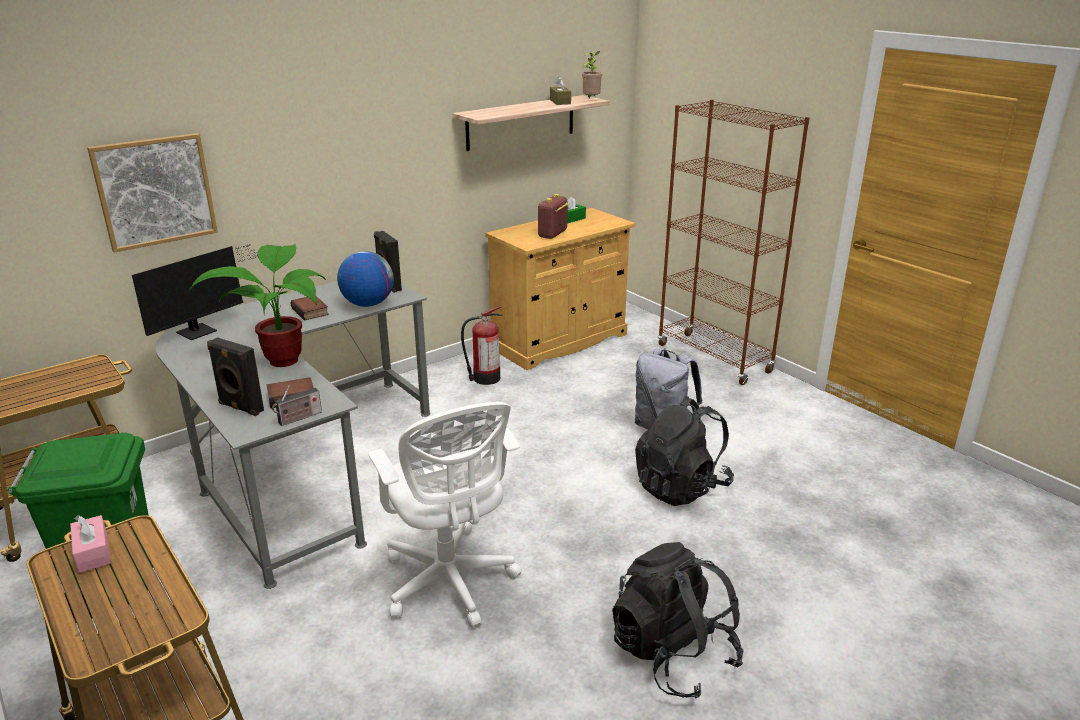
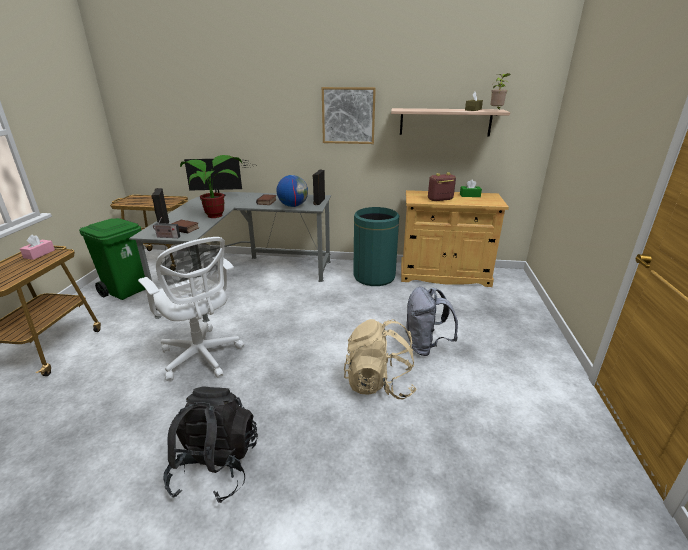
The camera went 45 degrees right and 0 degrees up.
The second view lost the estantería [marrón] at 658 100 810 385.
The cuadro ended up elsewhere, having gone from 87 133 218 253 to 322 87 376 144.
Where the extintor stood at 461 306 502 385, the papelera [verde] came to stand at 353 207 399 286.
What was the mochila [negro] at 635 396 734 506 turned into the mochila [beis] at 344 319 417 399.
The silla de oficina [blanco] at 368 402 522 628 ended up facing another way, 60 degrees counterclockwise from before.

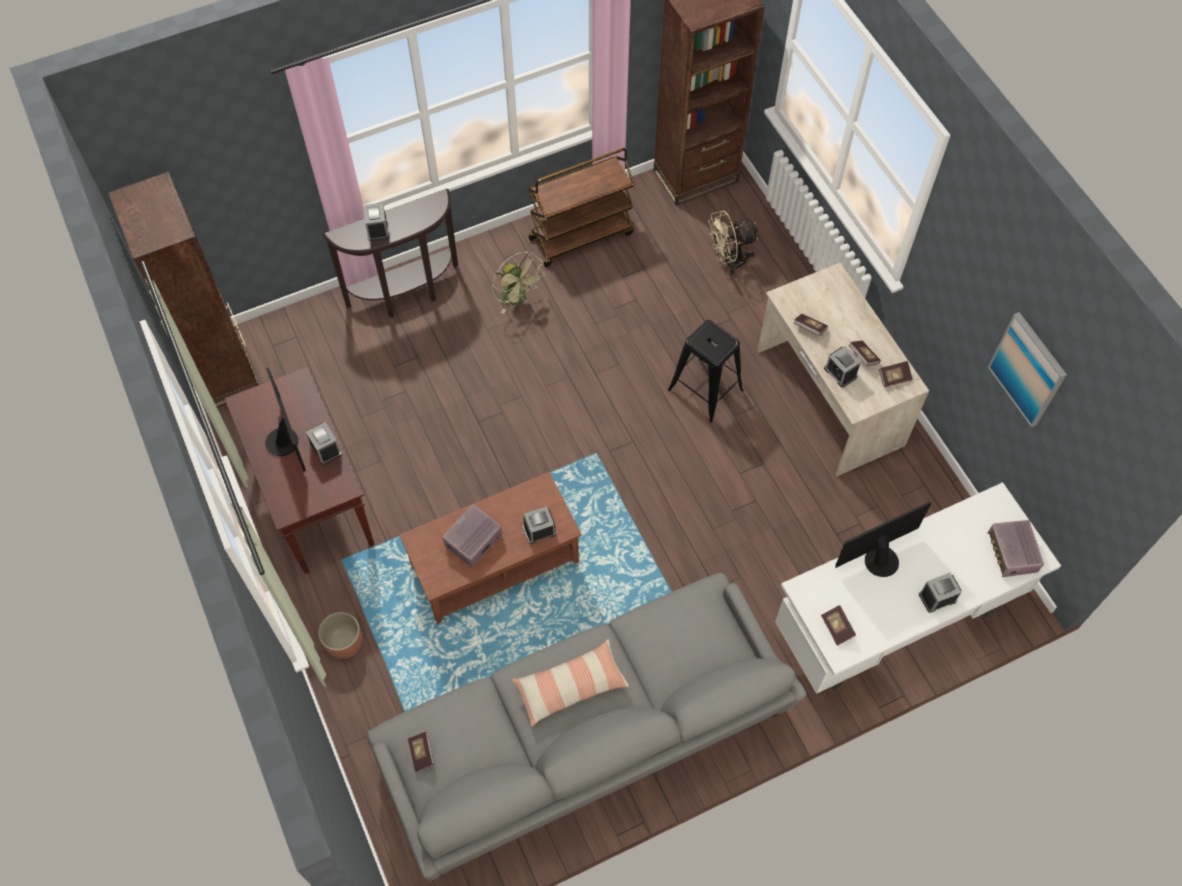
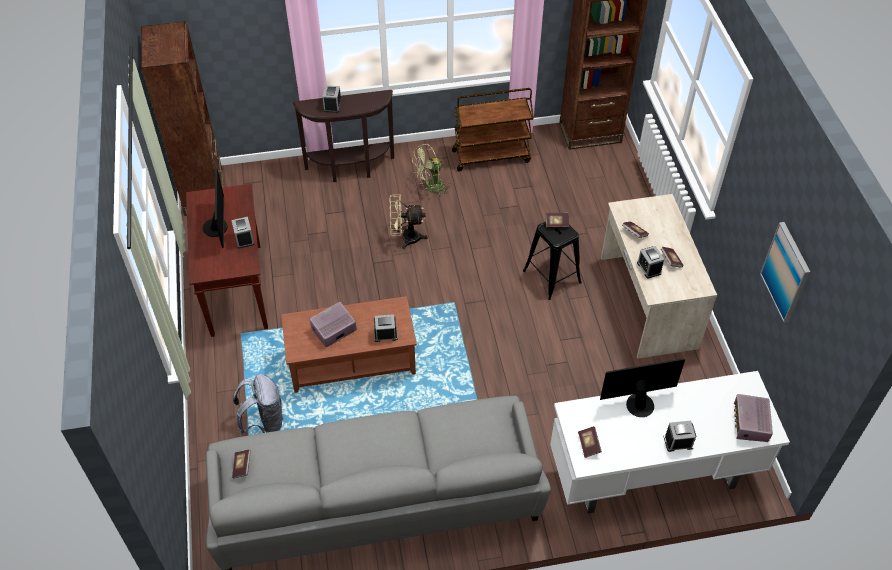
The camera went 15 degrees right and 10 degrees down.
The second view lost the maceta at 318 612 362 659.
The second view lost the cojín at 512 639 629 727.
The second view gained the mochila [gris] at 233 374 284 434.
The ventilador [beis] ended up elsewhere, having gone from 708 210 759 276 to 389 194 428 249.
The libro ended up elsewhere, having gone from 879 361 912 387 to 545 213 569 228.
The ventilador [verde] at 492 251 545 314 ended up facing another way, 90 degrees clockwise from before.

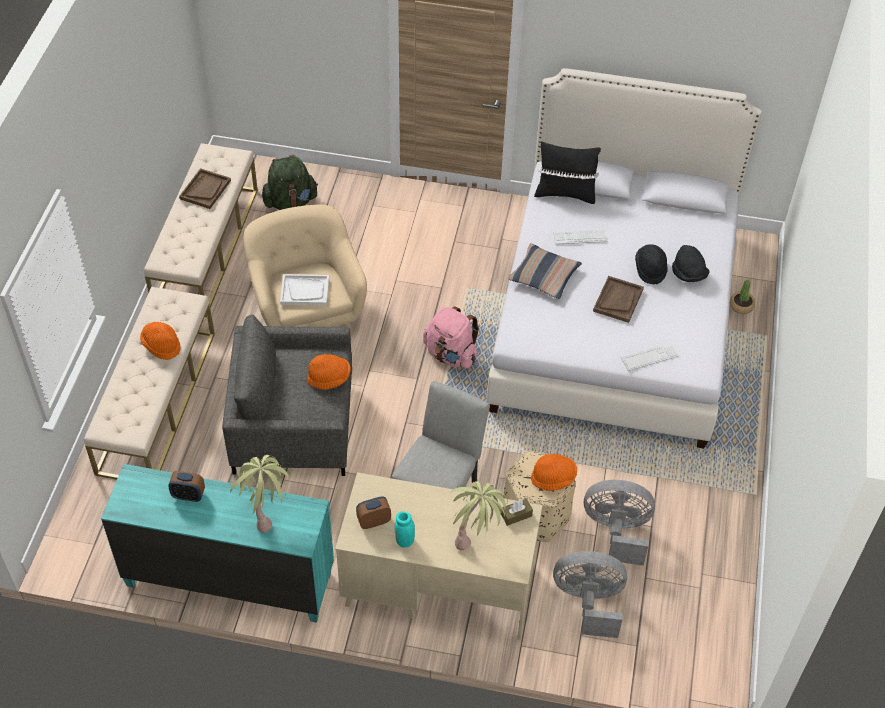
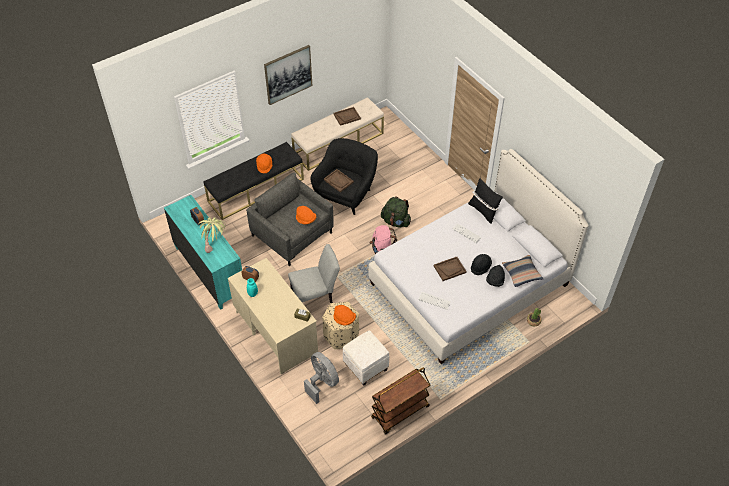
The camera went 45 degrees right and 0 degrees up.
The second view lost the planta en maceta at 451 481 508 550.
The second view gained the cuadro at 264 45 312 105.
The second view gained the carrito [marrón] at 371 367 431 435.
The mochila [verde] ended up elsewhere, having gone from 262 155 318 210 to 381 196 411 228.
The cojín ended up elsewhere, having gone from 508 243 582 299 to 502 255 543 287.
Where the ventilador [gris] stood at 584 480 655 566, the puf [blanco] came to stand at 343 330 389 385.
What was the banco [beis] at 84 287 215 480 turned into the banco [negro] at 204 142 304 220.
What was the sillón [beis] at 244 205 367 334 turned into the sillón [negro] at 311 138 378 215.
What was the bandeja [blanco] at 280 274 329 306 turned into the bandeja [marrón] at 324 169 354 192.

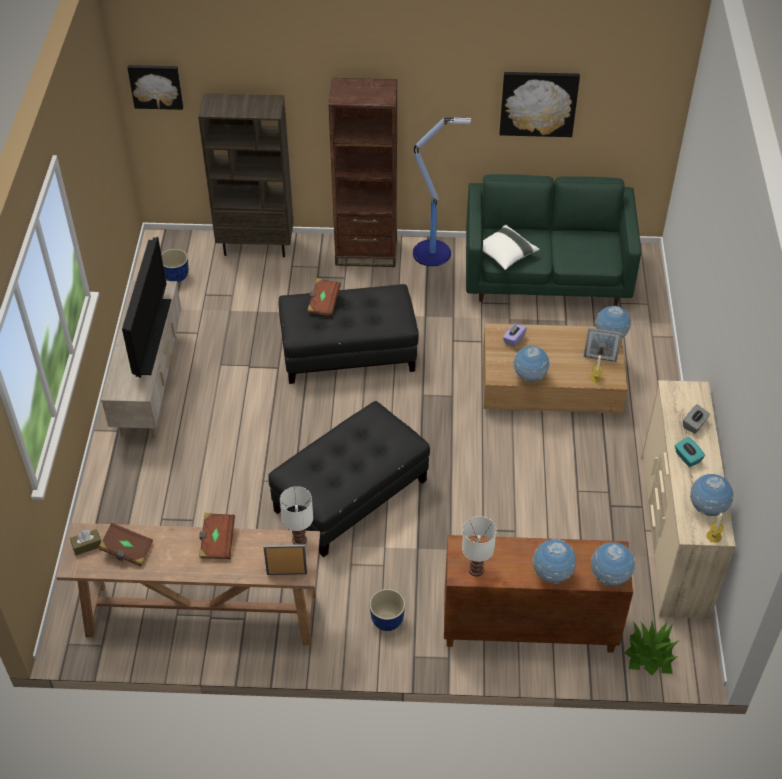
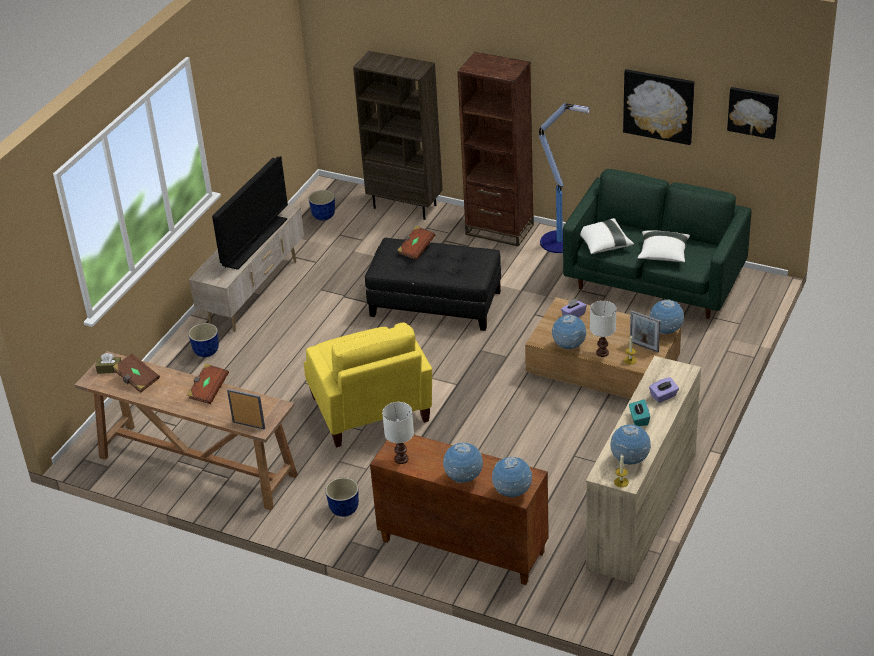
The camera went 25 degrees right and 10 degrees down.
The second view lost the planta en maceta at 624 620 678 675.
The second view gained the maceta at 188 323 219 357.
The second view gained the cojín [blanco] at 638 231 690 262.
The cuadro ended up elsewhere, having gone from 127 65 183 110 to 727 87 779 139.
The lámpara de mesa [blanco] ended up elsewhere, having gone from 280 486 313 545 to 590 301 616 357.
Where the puf [negro] stood at 268 401 430 557, the sillón [amarillo] came to stand at 304 322 432 448.
What was the caja de pañuelos [gris] at 683 404 710 434 turned into the caja de pañuelos [morado] at 649 377 679 403.

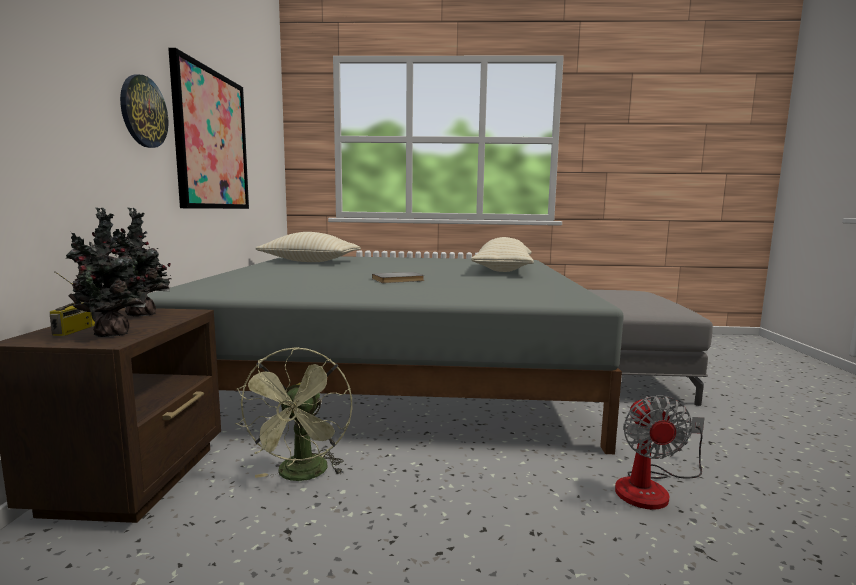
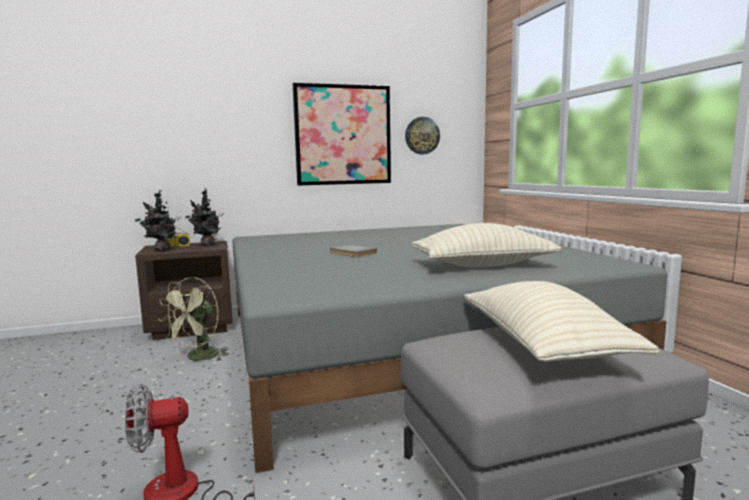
The camera went 70 degrees right and 0 degrees up.
The reloj de pared ended up elsewhere, having gone from 120 75 168 148 to 405 117 440 154.
The cojín [beis] ended up elsewhere, having gone from 255 232 361 262 to 464 281 660 362.
The ventilador [verde] at 235 347 352 481 ended up facing another way, 45 degrees counterclockwise from before.

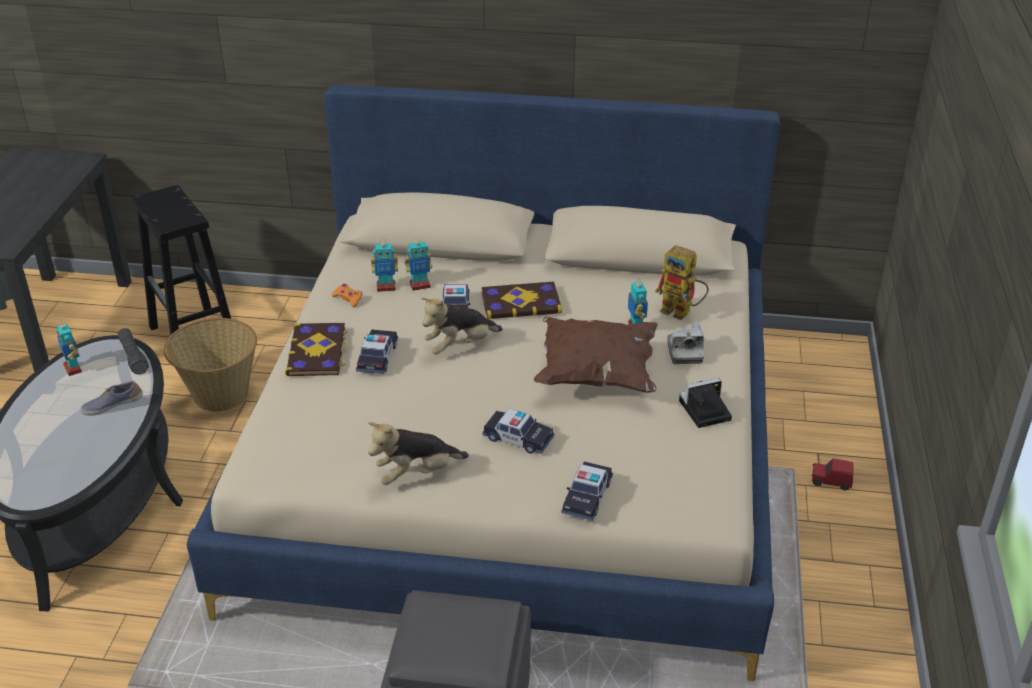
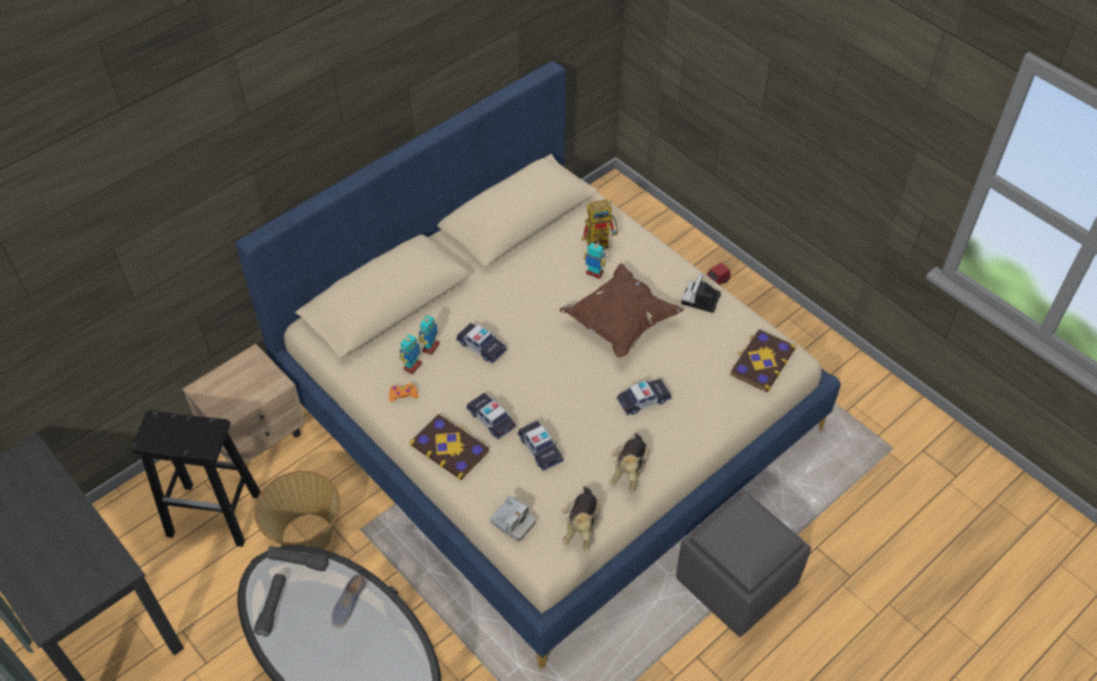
The camera went 50 degrees left and 15 degrees up.
The second view gained the mesita de noche [beis] at 183 344 306 464.
The peluche ended up elsewhere, having gone from 421 297 503 354 to 562 486 600 551.
The libro ended up elsewhere, having gone from 481 282 562 319 to 730 329 796 392.
The coche de juguete ended up elsewhere, having gone from 561 461 613 521 to 517 421 564 471.
The cámara ended up elsewhere, having gone from 667 321 704 364 to 490 495 536 541.
Where the robot de juguete stood at 56 322 82 376, the linterna [negro] came to stand at 254 574 286 637.

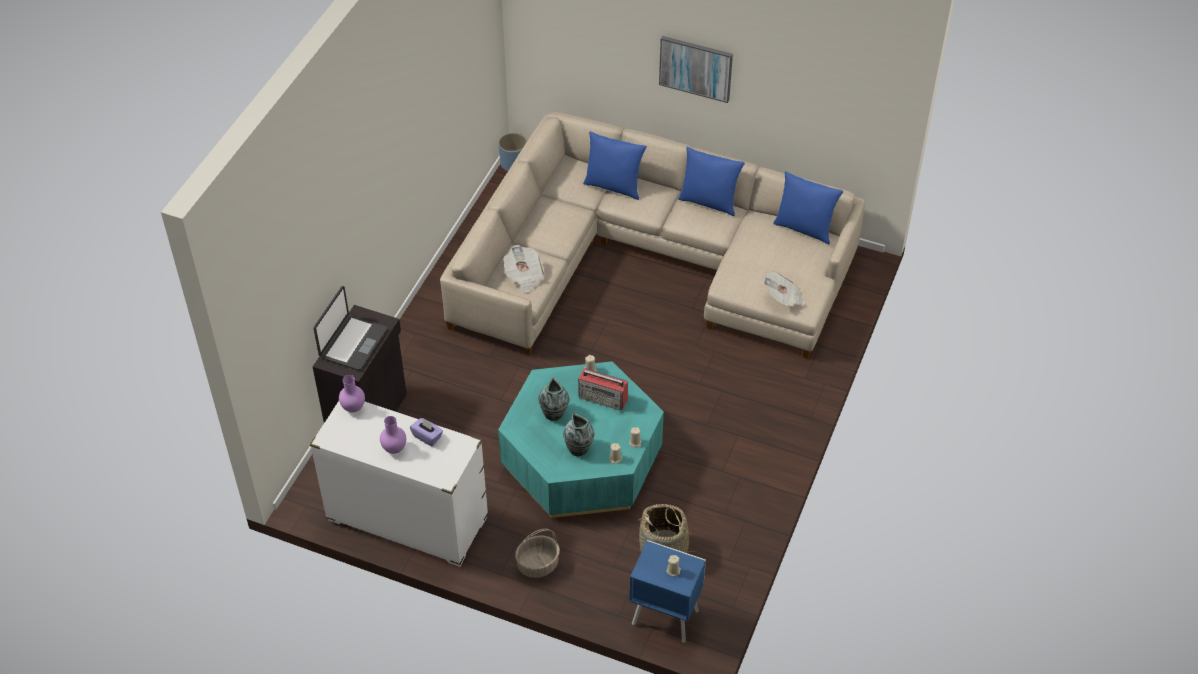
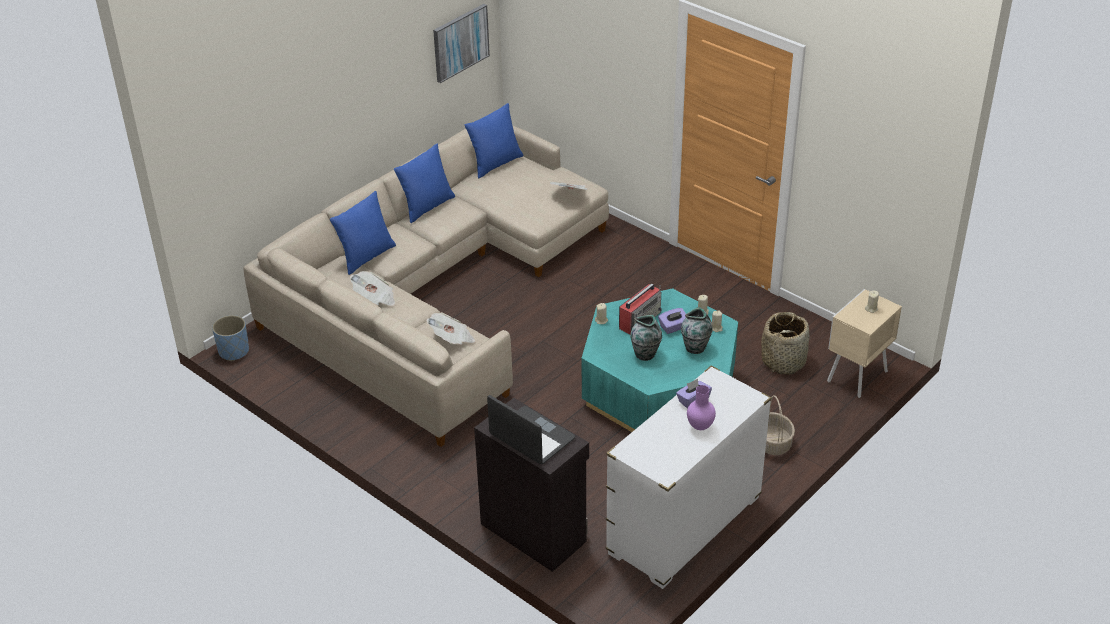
The camera went 70 degrees left and 10 degrees down.
The second view lost the florero [morado] at 339 375 365 413.
The second view gained the periódico at 350 271 395 306.
The second view gained the caja de pañuelos [morado] at 658 308 686 334.
The cuadro ended up elsewhere, having gone from 659 36 733 103 to 433 4 490 83.
What was the mesita de noche [azul] at 630 540 706 643 turned into the mesita de noche [beis] at 827 289 902 398.

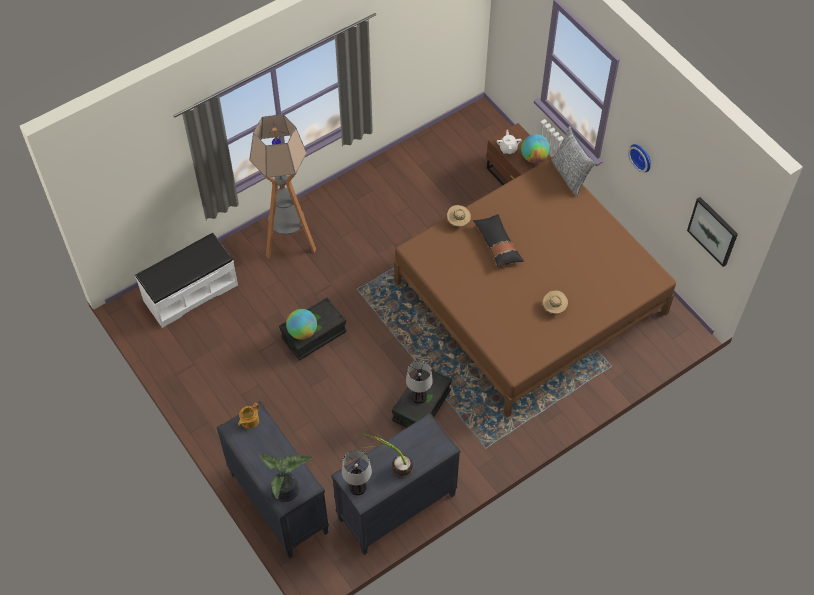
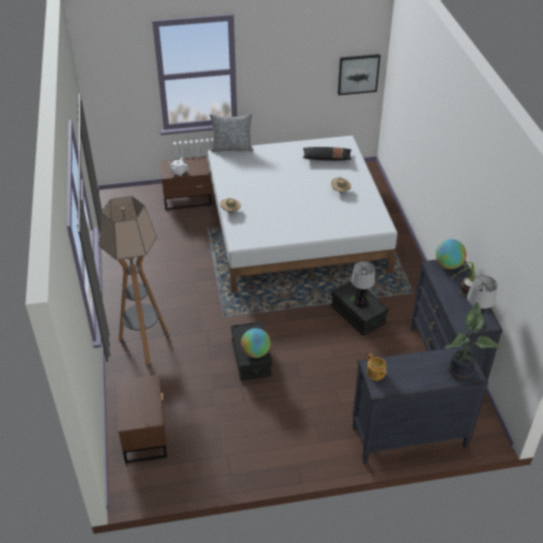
The camera went 65 degrees left and 15 degrees down.
The second view lost the reloj de pared at 628 144 651 172.
The cojín [negro] ended up elsewhere, having gone from 473 214 524 267 to 303 147 351 161.
The globo terráqueo ended up elsewhere, having gone from 521 134 550 163 to 436 239 466 269.
Where the banco [blanco] stood at 135 233 238 328, the mesita de noche [marrón] came to stand at 116 375 167 463.
What was the cama [marrón] at 394 156 676 417 turned into the cama [blanco] at 208 136 398 292.

